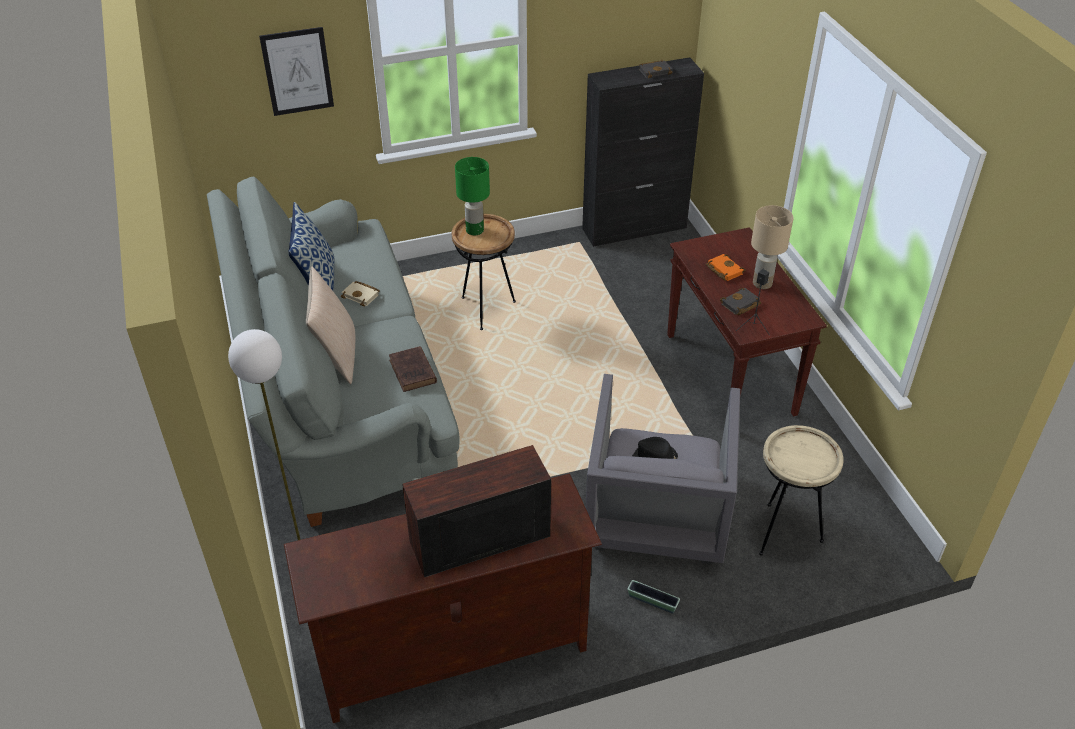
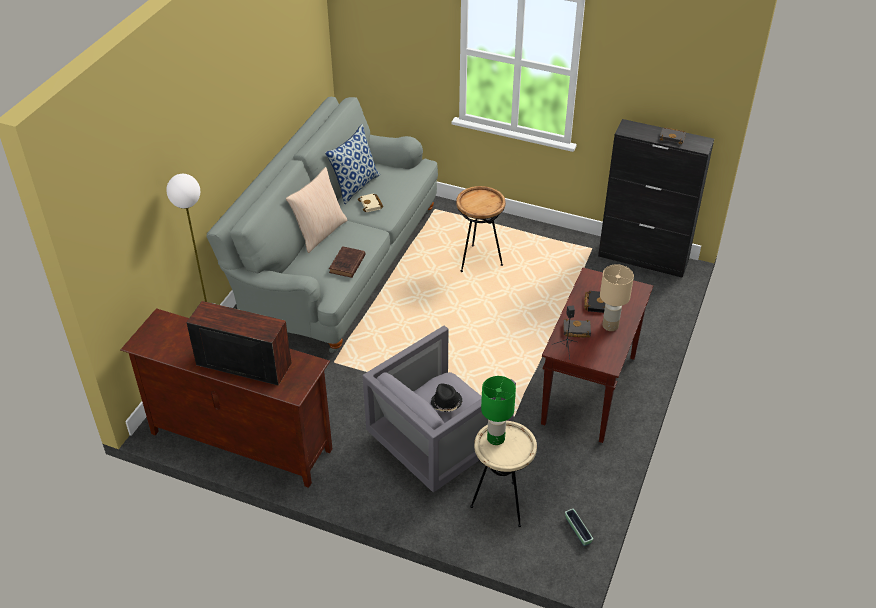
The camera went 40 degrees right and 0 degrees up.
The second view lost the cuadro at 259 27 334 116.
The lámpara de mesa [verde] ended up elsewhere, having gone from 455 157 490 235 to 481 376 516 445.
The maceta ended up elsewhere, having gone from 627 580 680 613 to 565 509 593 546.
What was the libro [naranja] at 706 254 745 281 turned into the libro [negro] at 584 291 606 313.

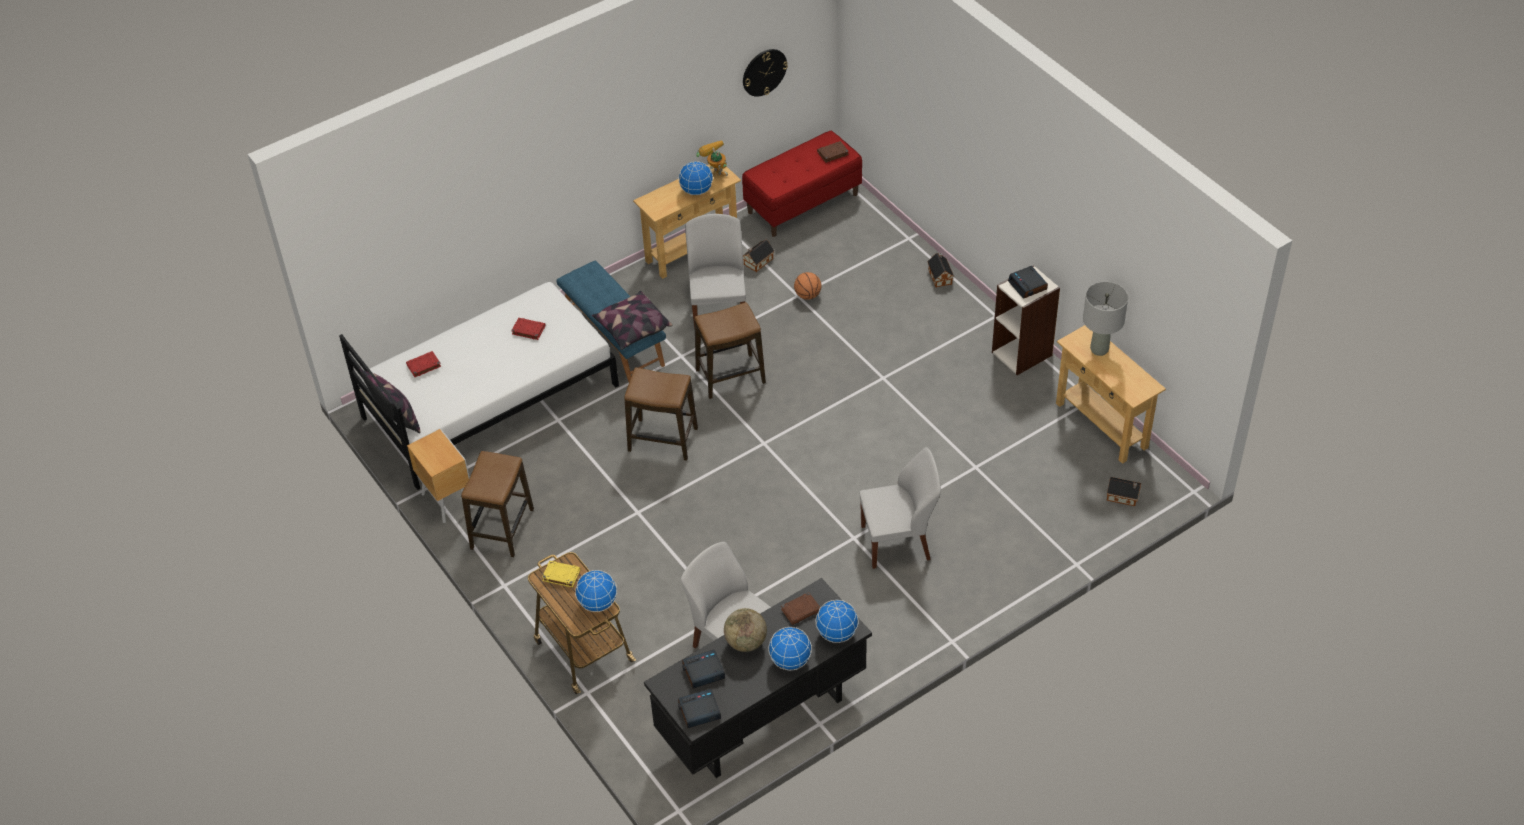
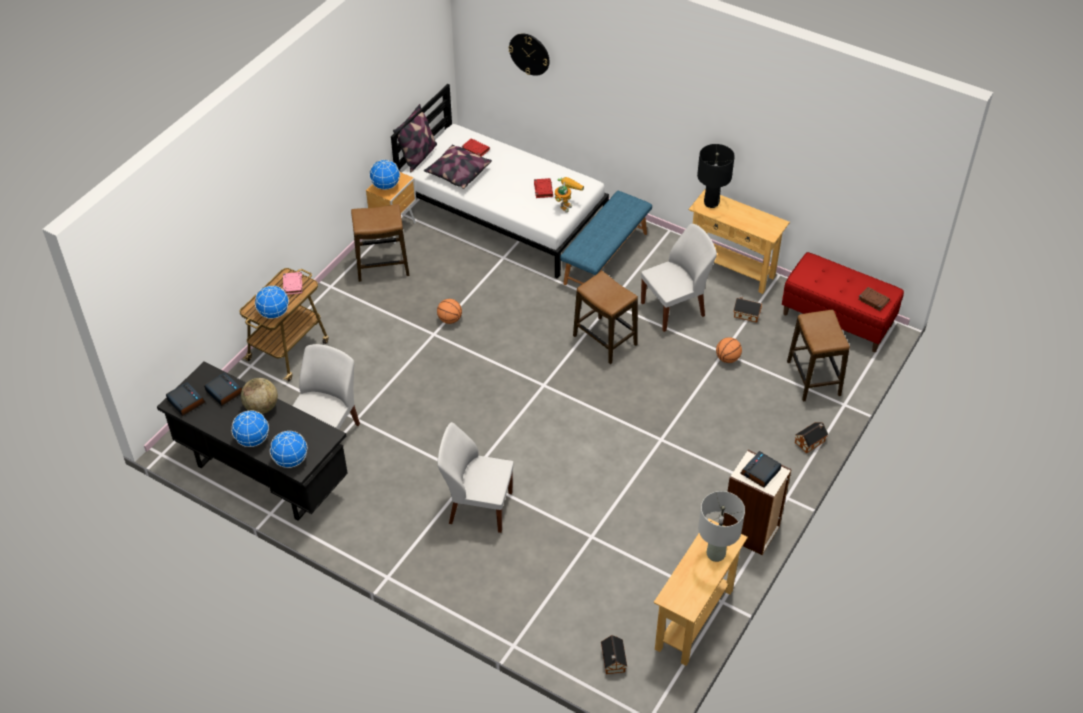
The camera went 65 degrees right and 0 degrees up.
The second view lost the libro [marrón] at 781 592 820 625.
The second view gained the balón de baloncesto at 437 299 462 324.
The second view gained the lámpara de mesa [negro] at 697 144 735 208.
The cojín ended up elsewhere, having gone from 592 291 673 350 to 424 144 492 189.
The taburete ended up elsewhere, having gone from 624 367 698 461 to 787 310 850 401.
The globo terráqueo ended up elsewhere, having gone from 678 161 713 195 to 369 159 400 190.
The robot de juguete ended up elsewhere, having gone from 696 140 728 176 to 555 177 584 213.
The reloj de pared ended up elsewhere, having gone from 743 49 788 97 to 508 33 550 76.
What was the libro [amarillo] at 542 561 580 587 turned into the libro [rosa] at 283 272 303 295.
The silla [blanco] at 860 447 941 569 ended up facing another way, 135 degrees clockwise from before.

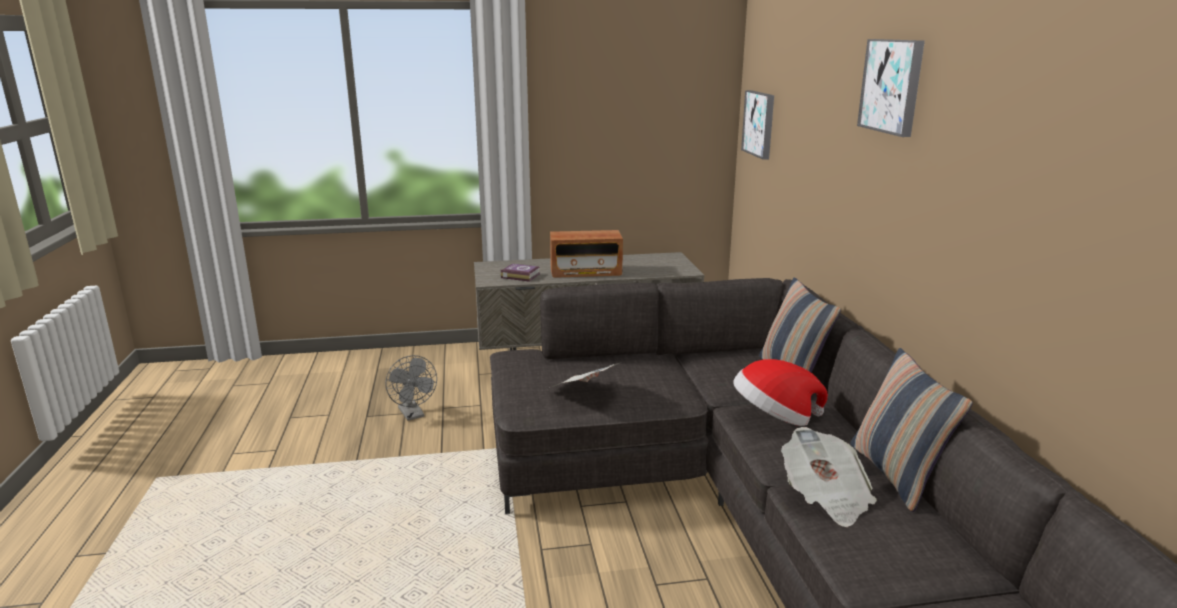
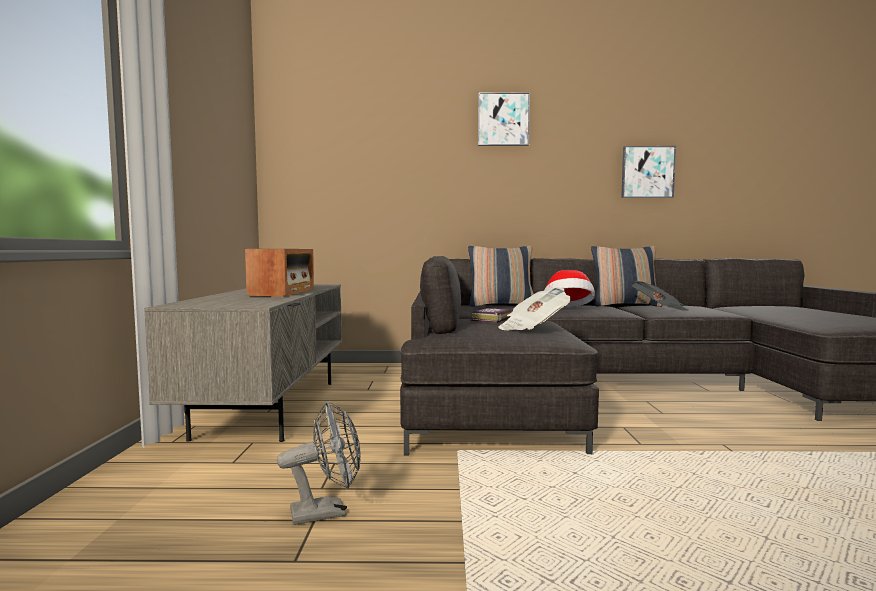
The camera went 80 degrees left and 15 degrees down.
The libro ended up elsewhere, having gone from 500 264 540 282 to 471 308 511 323.
The cuadro ended up elsewhere, having gone from 741 90 774 160 to 621 146 676 198.

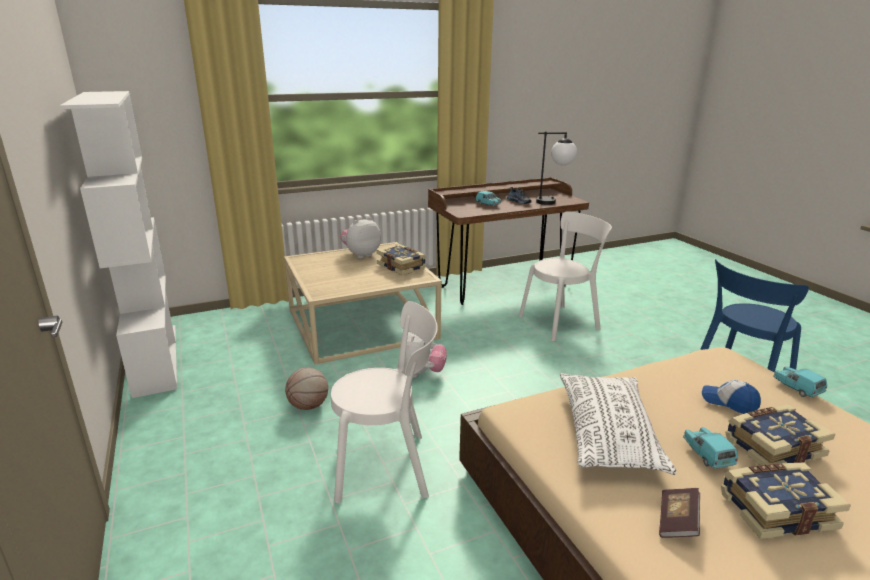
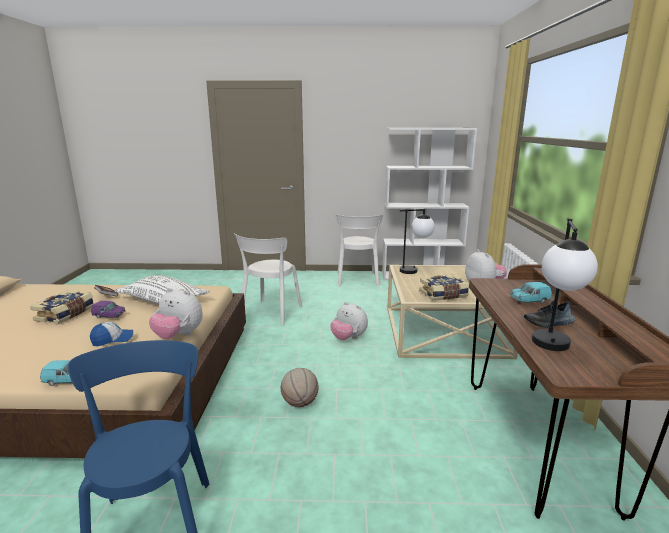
The camera went 115 degrees right and 5 degrees down.
The second view lost the libro at 725 404 835 465.
The second view gained the peluche at 149 288 203 339.
The second view gained the lámpara de mesa at 400 209 435 274.
The balón de baloncesto ended up elsewhere, having gone from 285 368 328 410 to 281 368 318 407.
The silla [blanco] ended up elsewhere, having gone from 519 211 612 341 to 336 214 383 286.
What was the coche de juguete [turquesa] at 683 427 738 469 turned into the coche de juguete [morado] at 91 301 126 319.

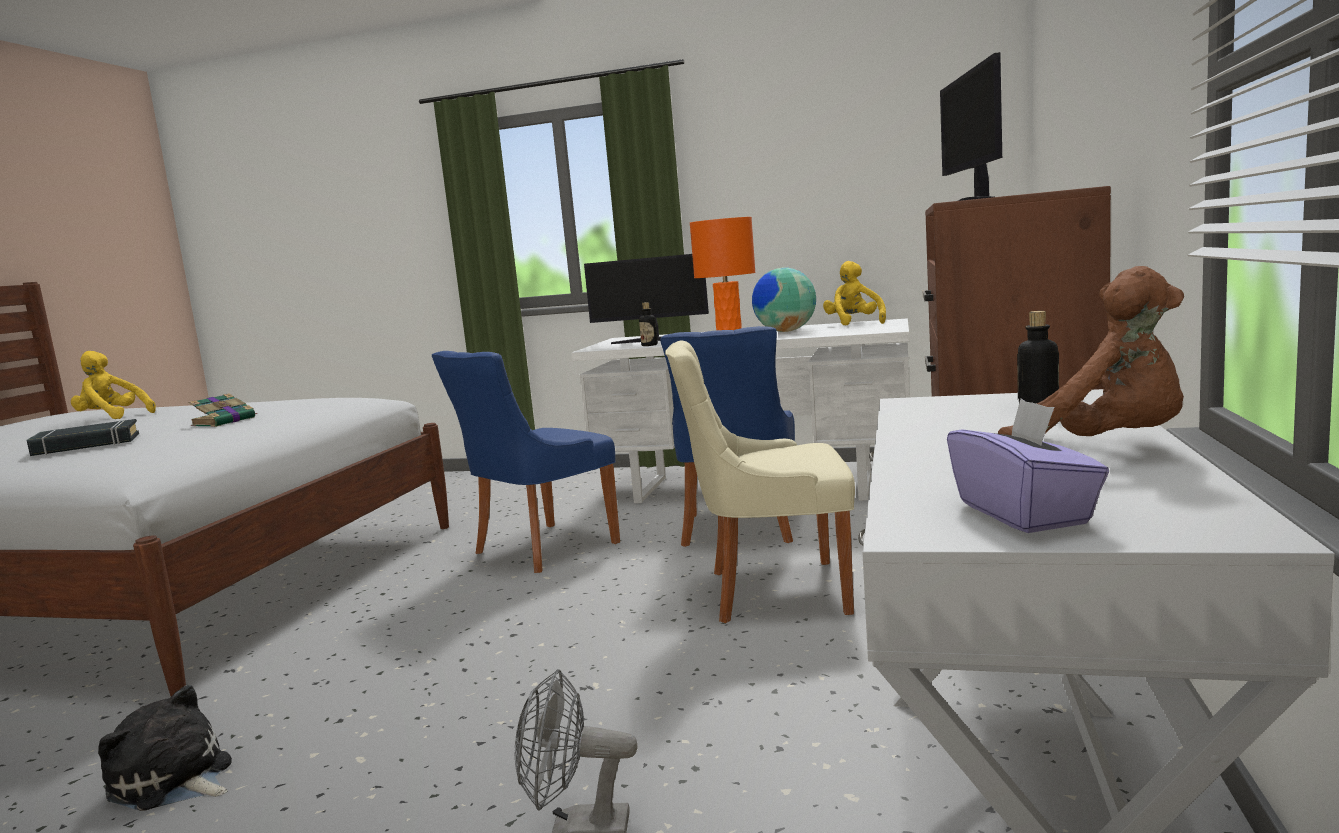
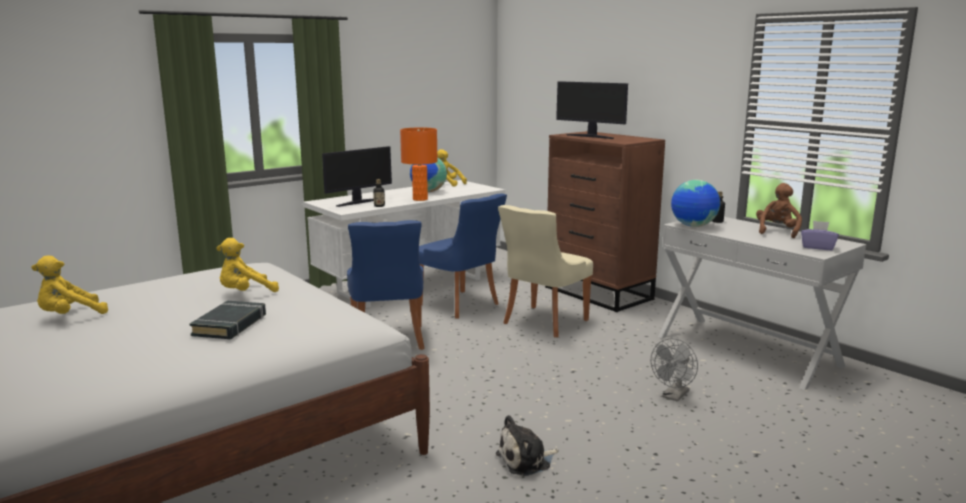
The camera went 55 degrees left and 5 degrees up.
The second view gained the globo terráqueo at 671 180 720 227.
Where the libro stood at 189 393 257 427, the peluche [amarillo] came to stand at 216 238 279 292.
The peluche [marrón] at 998 266 1184 436 ended up facing another way, 45 degrees counterclockwise from before.

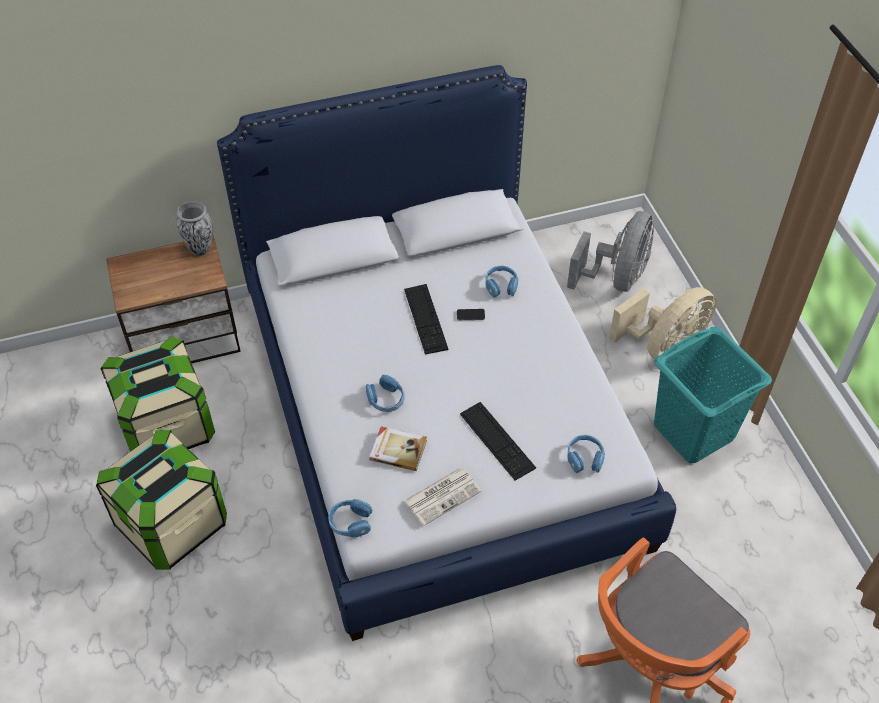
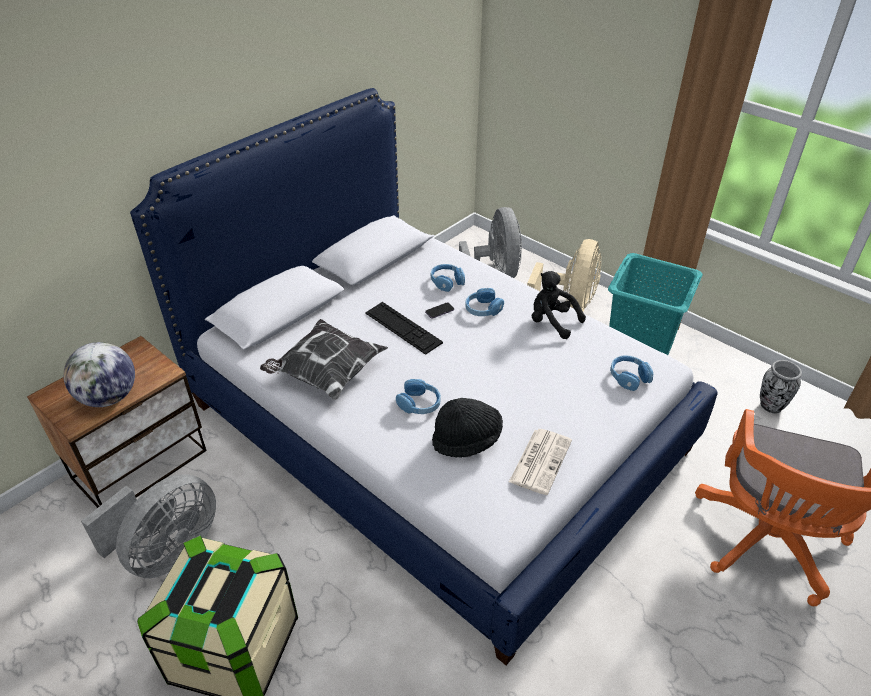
The camera went 30 degrees left and 10 degrees down.
The second view lost the teclado at 460 402 536 481.
The second view gained the globo terráqueo at 63 342 135 407.
The second view gained the cojín at 260 319 388 400.
The second view gained the peluche [negro] at 532 271 586 339.
The florero ended up elsewhere, having gone from 176 201 212 256 to 760 360 802 414.
The auriculares [azul] ended up elsewhere, having gone from 328 499 372 538 to 465 288 504 316.
Where the caja de almacenaje stood at 101 337 215 452, the ventilador [gris] came to stand at 81 474 216 578.
Where the libro stood at 369 426 427 471, the sombrero [negro] came to stand at 432 398 503 458.

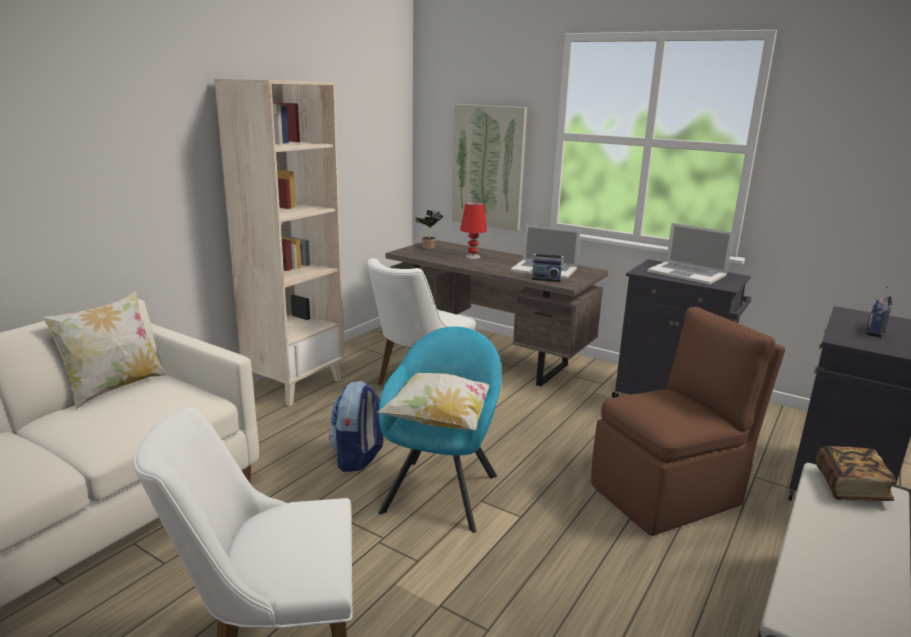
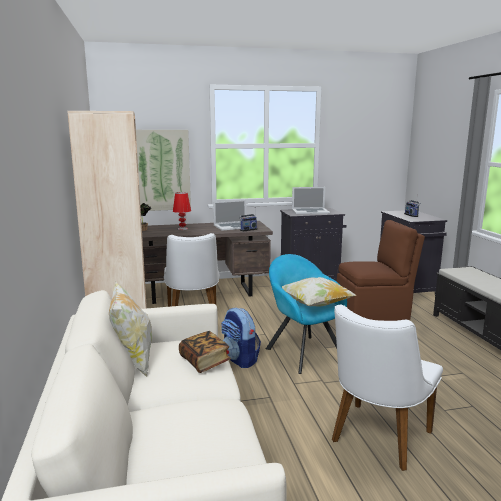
The camera went 45 degrees left and 5 degrees down.
The libro ended up elsewhere, having gone from 816 446 897 501 to 179 331 231 373.
The silla [marrón] at 591 307 785 536 ended up facing another way, 60 degrees clockwise from before.

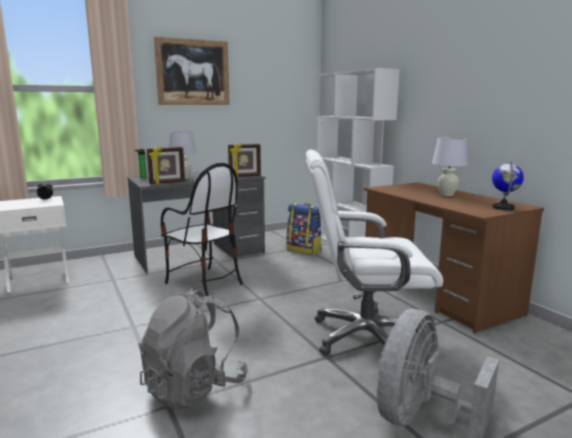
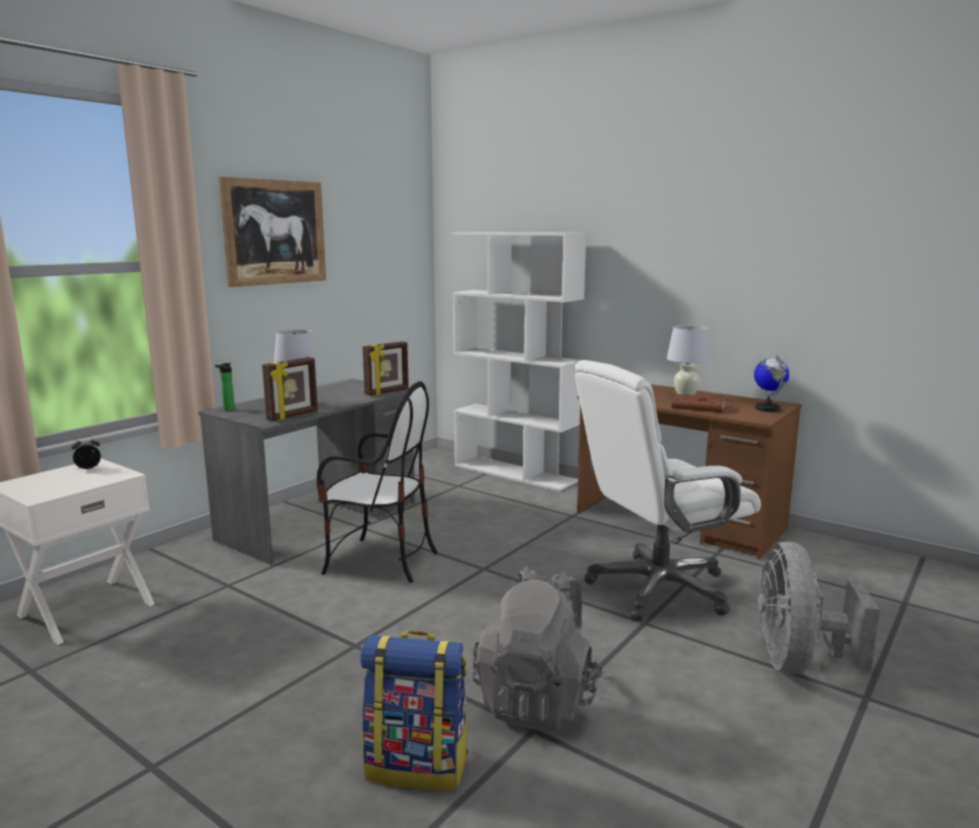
The camera went 25 degrees left and 0 degrees up.
The second view gained the libro [marrón] at 672 394 733 413.
The mochila ended up elsewhere, having gone from 286 203 322 255 to 360 631 469 790.

